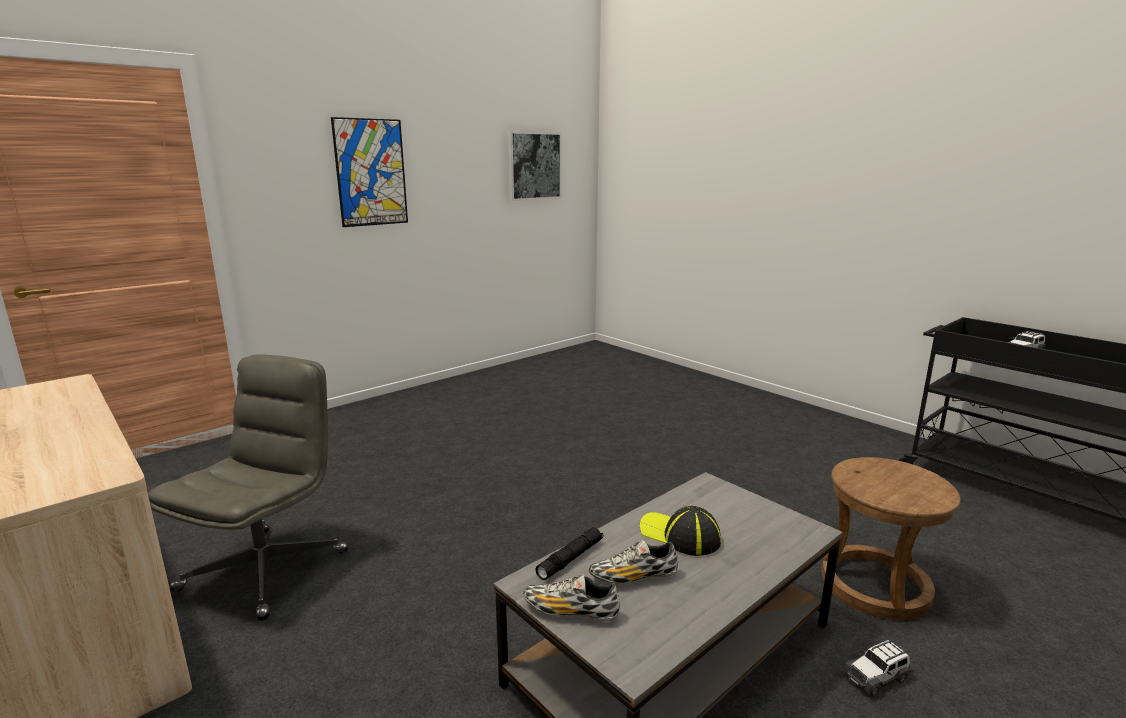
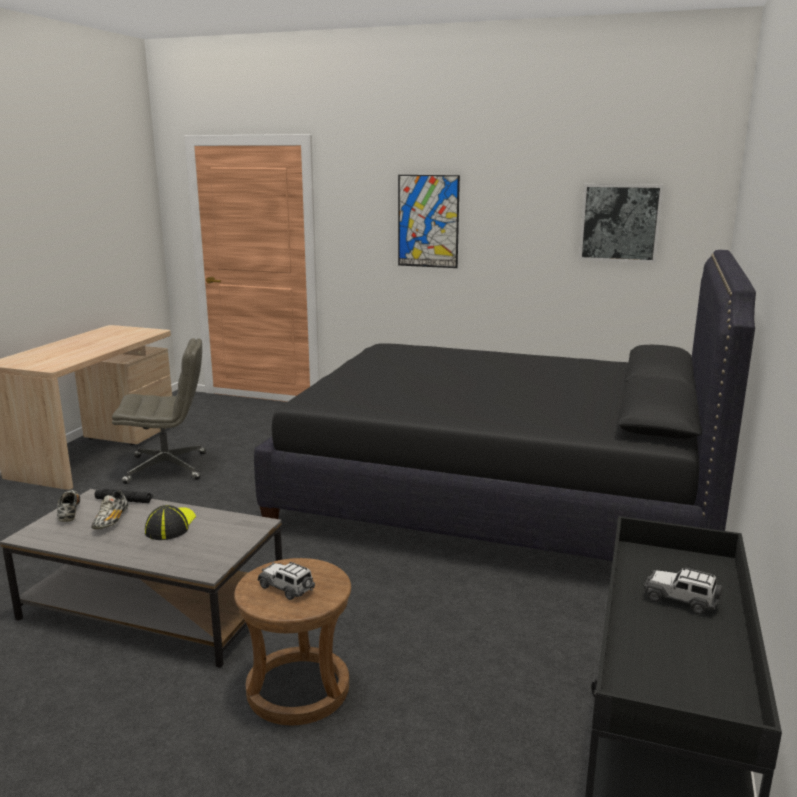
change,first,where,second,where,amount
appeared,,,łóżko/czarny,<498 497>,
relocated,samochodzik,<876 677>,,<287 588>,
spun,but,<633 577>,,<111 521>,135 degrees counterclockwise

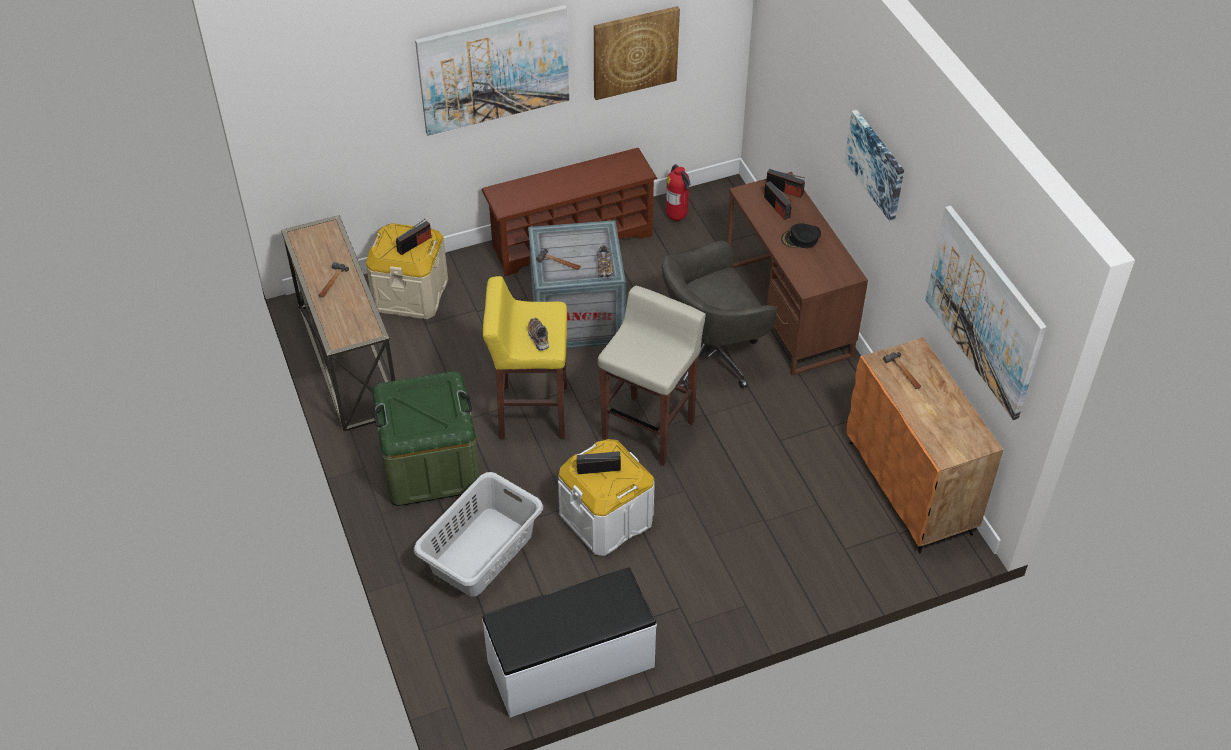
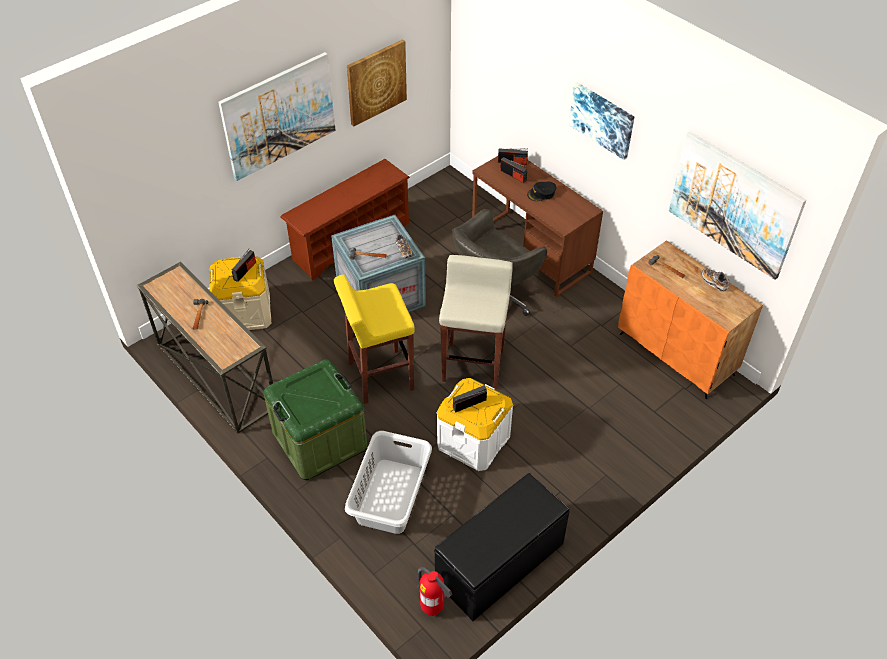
change,first,where,second,where,amount
relocated,but,<538 337>,,<714 282>,
relocated,gaśnica,<677 217>,,<433 608>,
colour,ławka/biały,<571 665>,ławka/czarny,<500 563>,

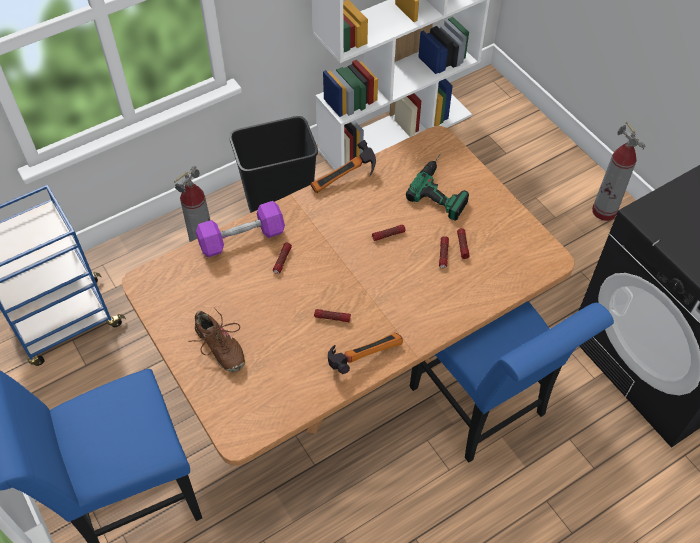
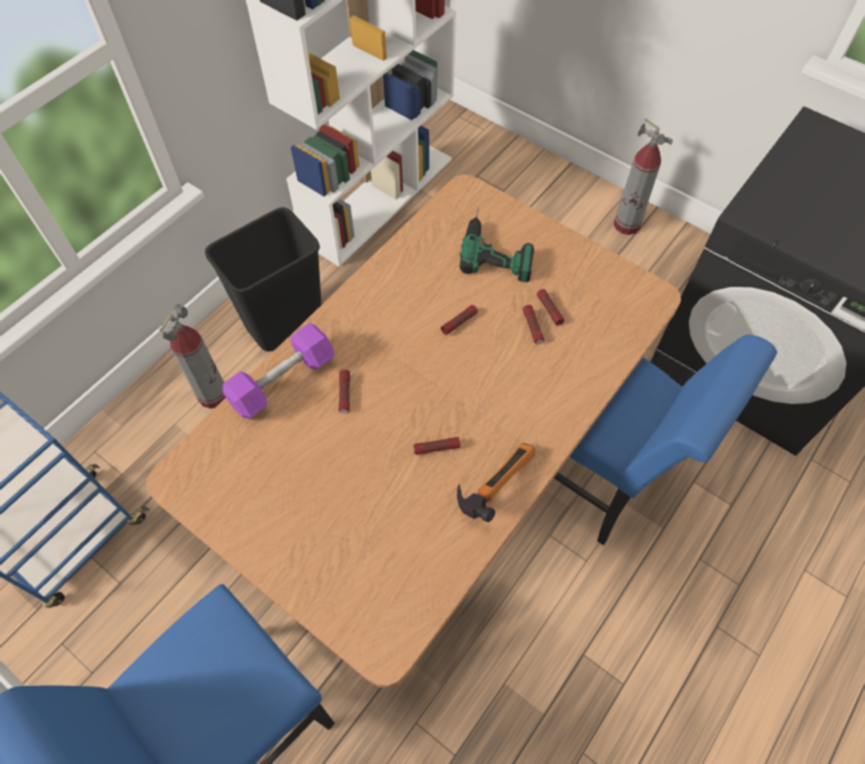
change,first,where,second,where,amount
missing,but/brązowy,<219 347>,,,
missing,młotek,<345 181>,,,

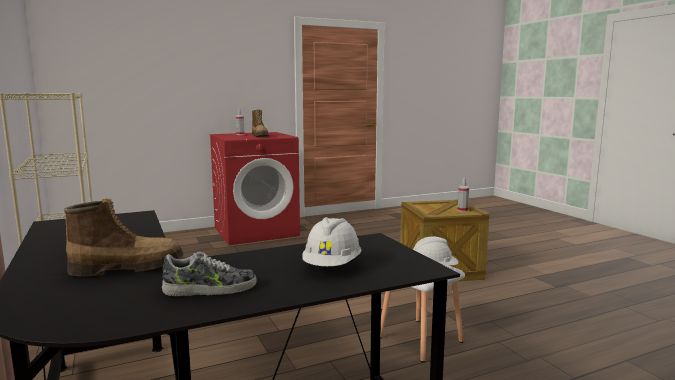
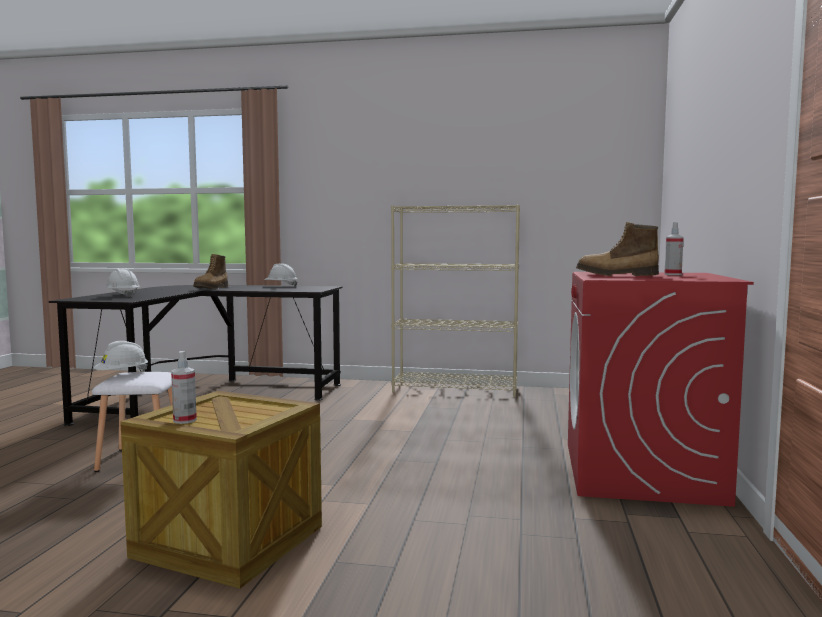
change,first,where,second,where,amount
missing,but,<210 289>,,,
appeared,,,kask/biały,<281 286>,

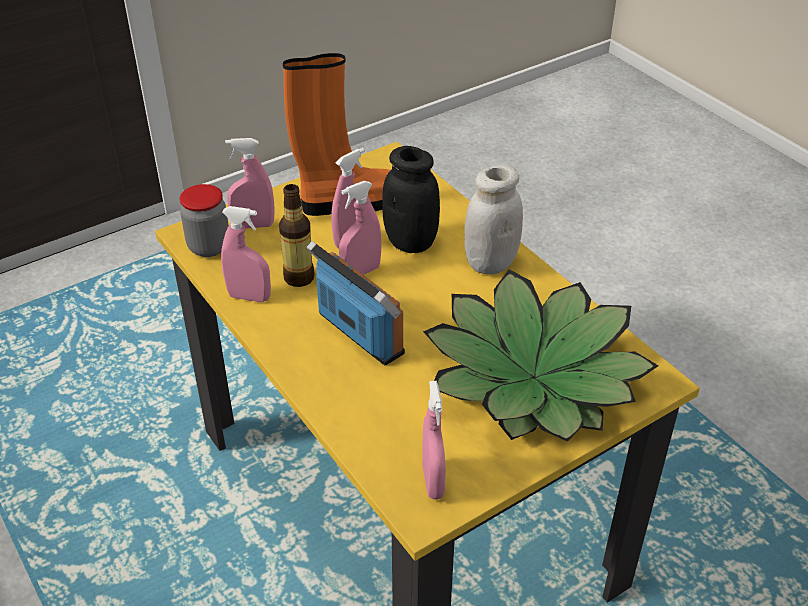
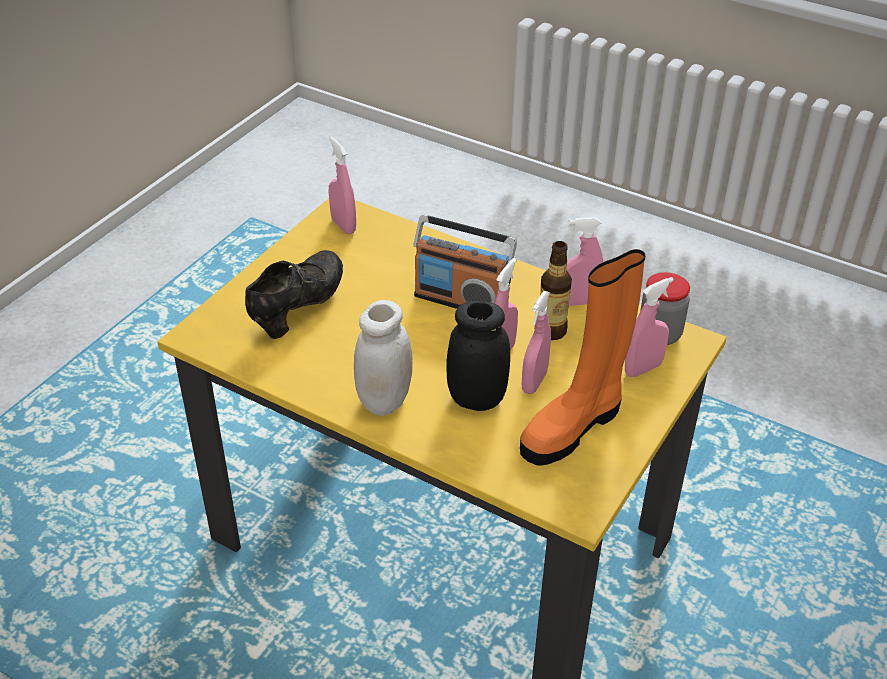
change,first,where,second,where,amount
exchanged,roślina doniczkowa,<534 377>,but/czarny,<298 308>,

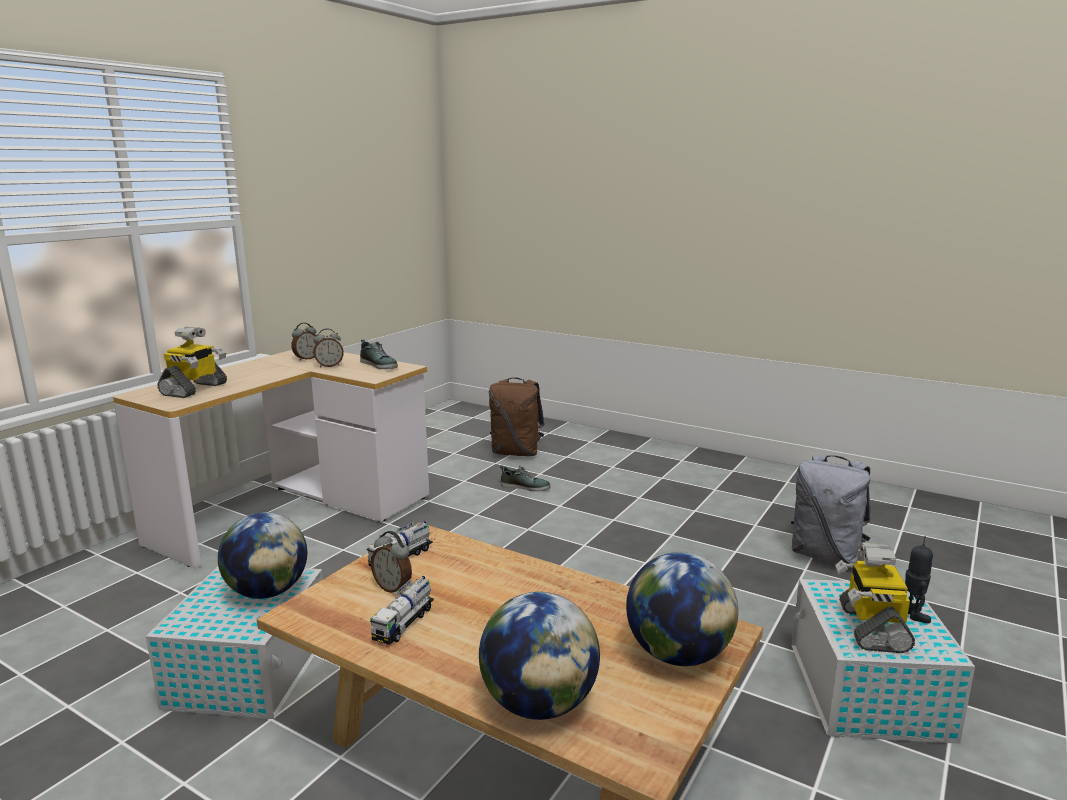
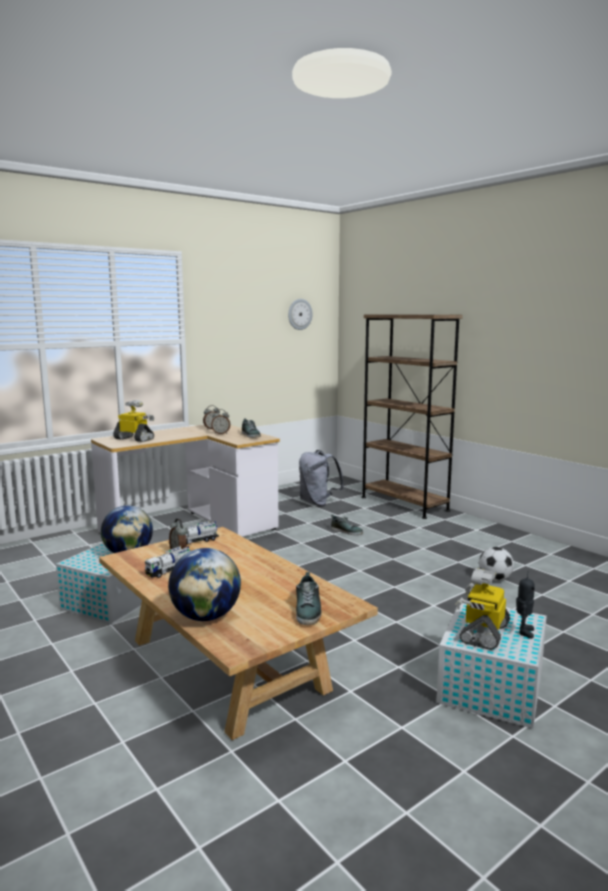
change,first,where,second,where,amount
missing,plecak/brązowy,<516 453>,,,
appeared,,,zegar ścienny,<299 314>,
appeared,,,regał/brązowy,<404 504>,
appeared,,,piłka futbolowa,<495 579>,
relocated,plecak/szary,<826 555>,,<318 503>,
exchanged,globus,<678 654>,but,<308 610>,
spun,robot zabawkowy,<195 389>,,<134 439>,105 degrees counterclockwise

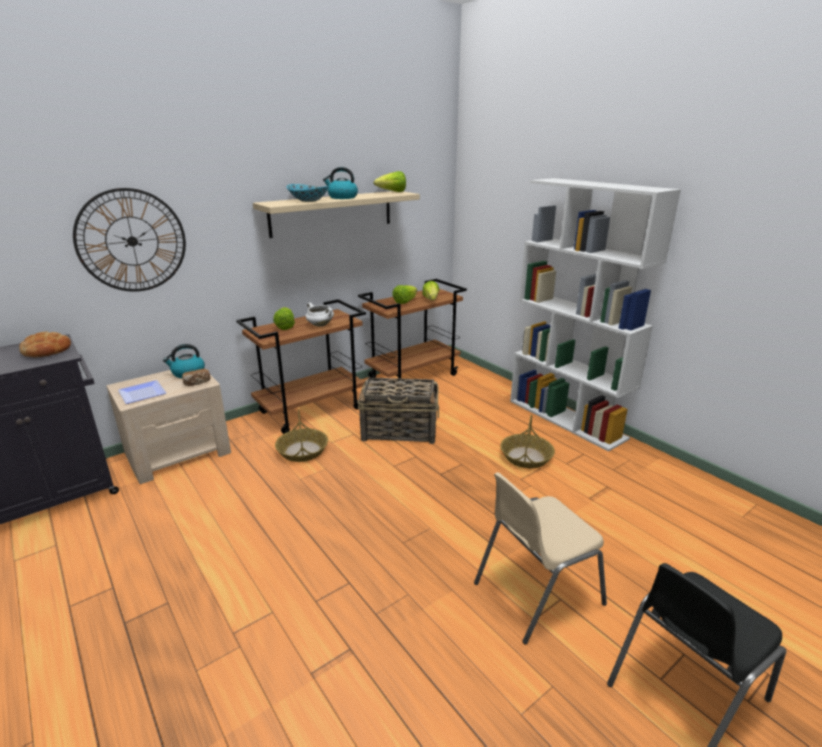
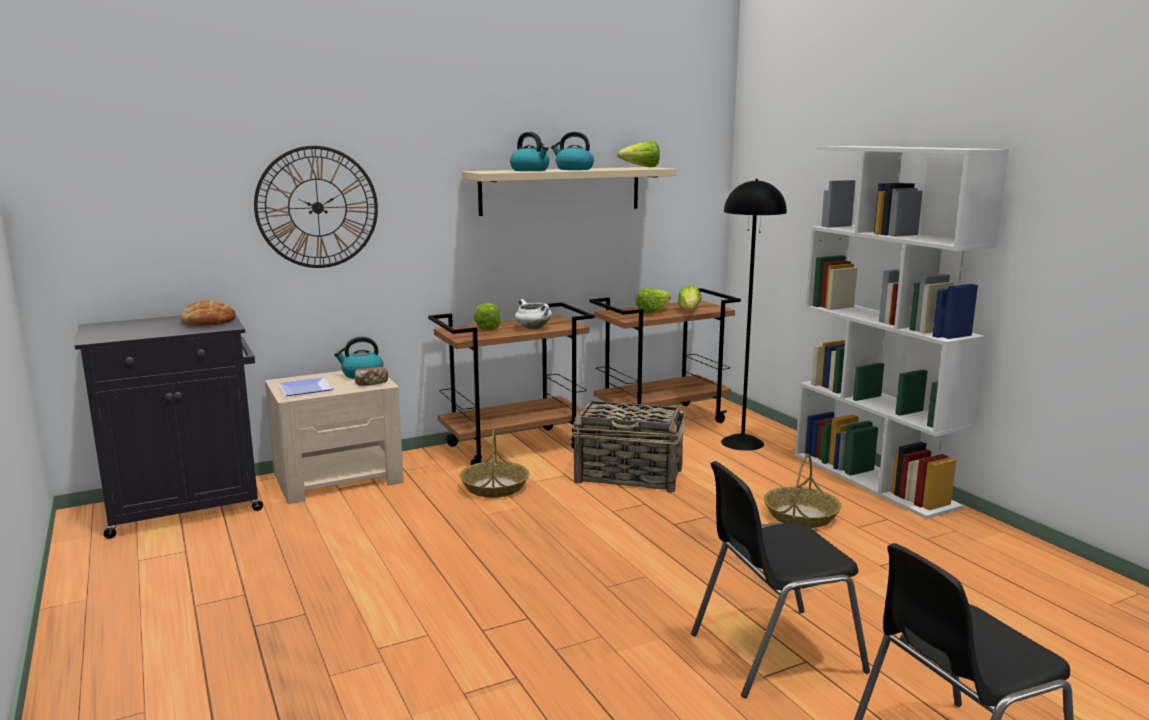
change,first,where,second,where,amount
appeared,,,lampa stojąca/czarny,<743 442>,
exchanged,miska,<309 200>,czajnik,<530 170>,
colour,krzesło/beżowy,<535 593>,krzesło/czarny,<773 652>,

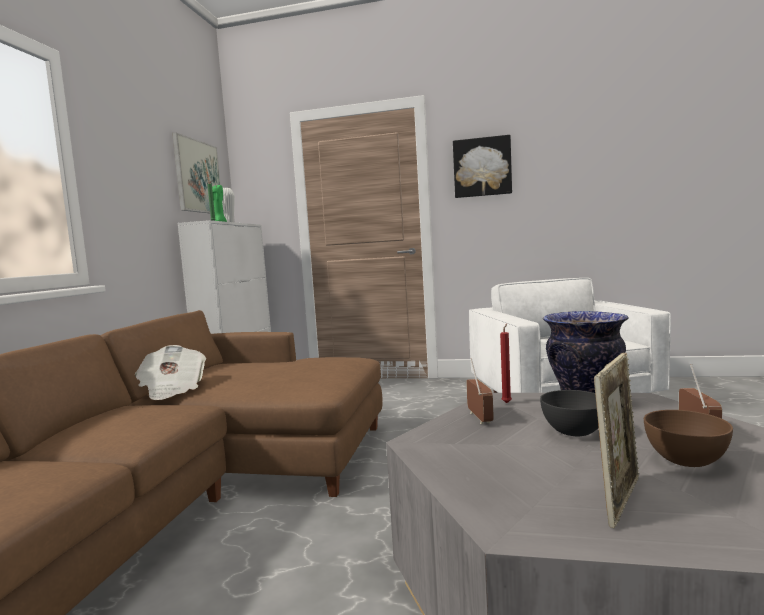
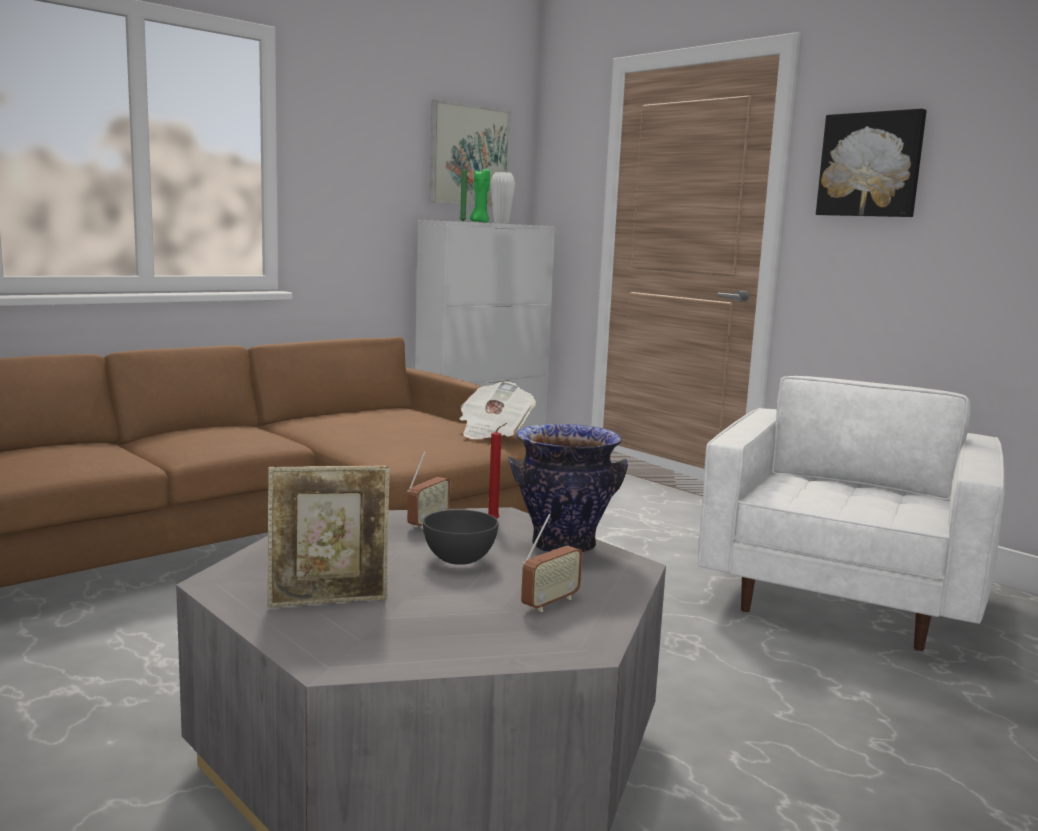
change,first,where,second,where,amount
missing,miska/brązowy,<686 460>,,,
relocated,gazeta,<172 389>,,<493 432>,

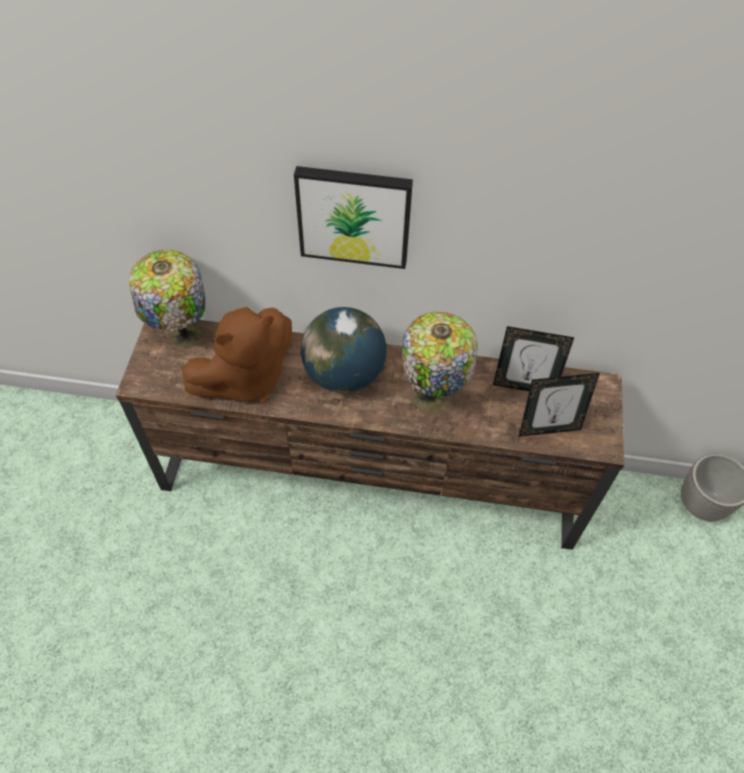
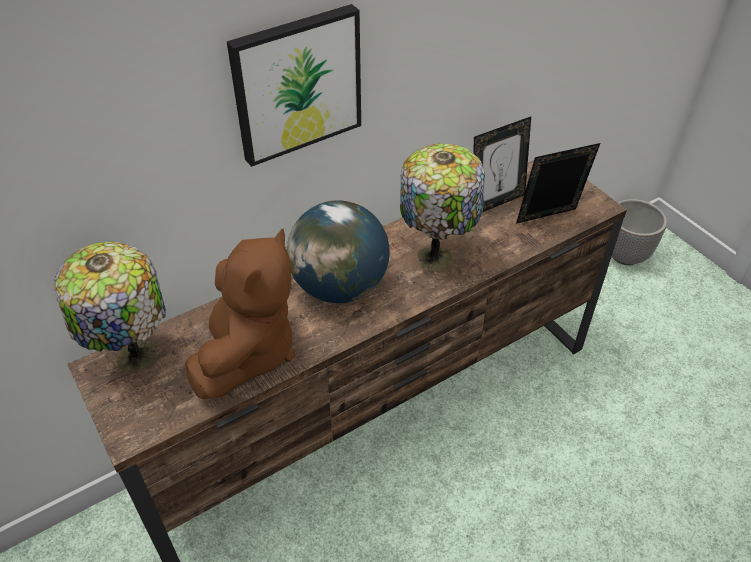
change,first,where,second,where,amount
spun,ramka na zdjęcie,<548 428>,,<548 219>,150 degrees counterclockwise

